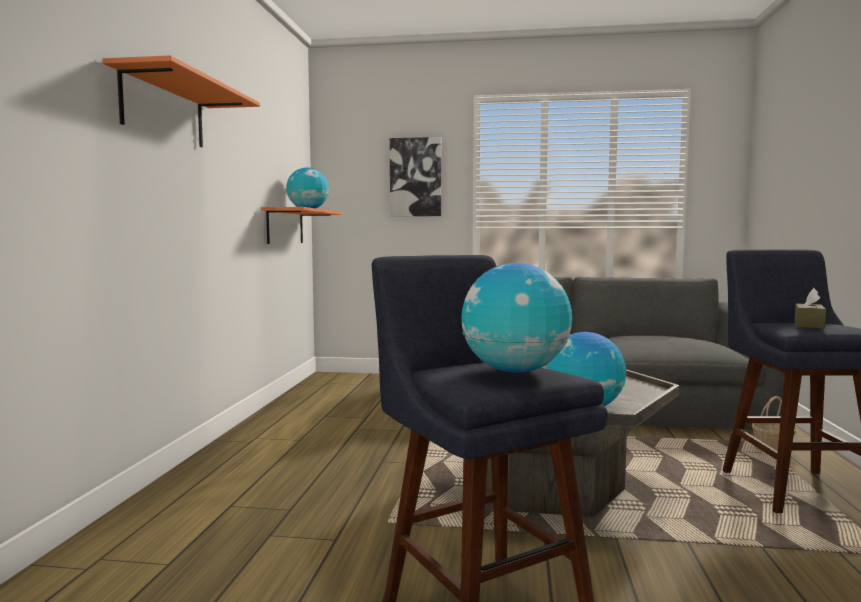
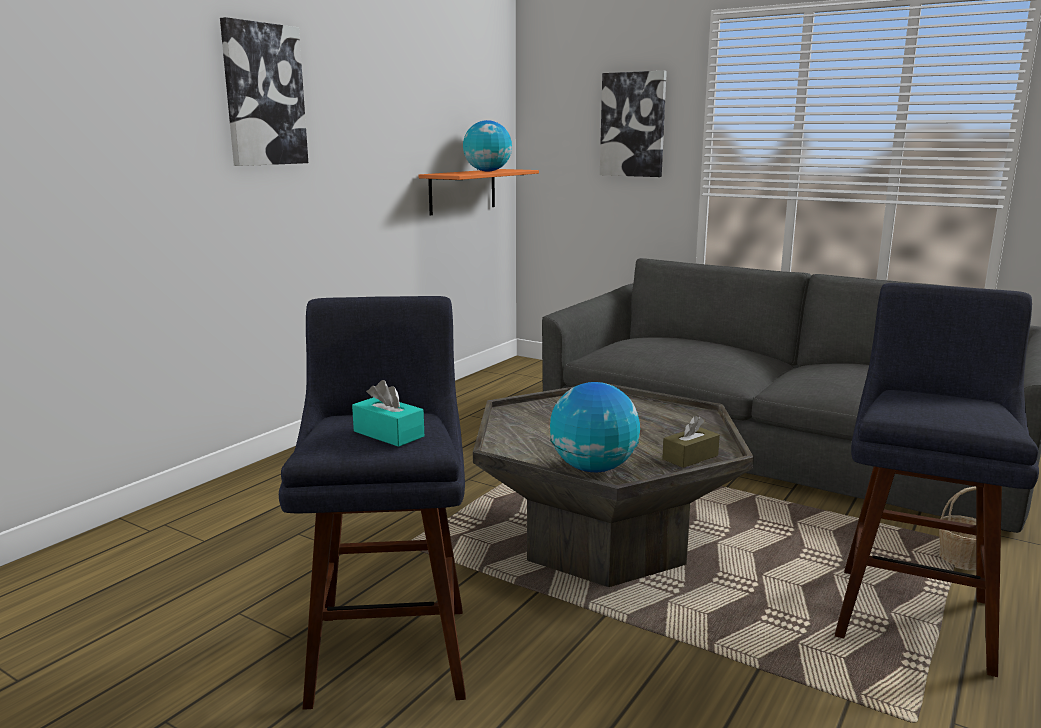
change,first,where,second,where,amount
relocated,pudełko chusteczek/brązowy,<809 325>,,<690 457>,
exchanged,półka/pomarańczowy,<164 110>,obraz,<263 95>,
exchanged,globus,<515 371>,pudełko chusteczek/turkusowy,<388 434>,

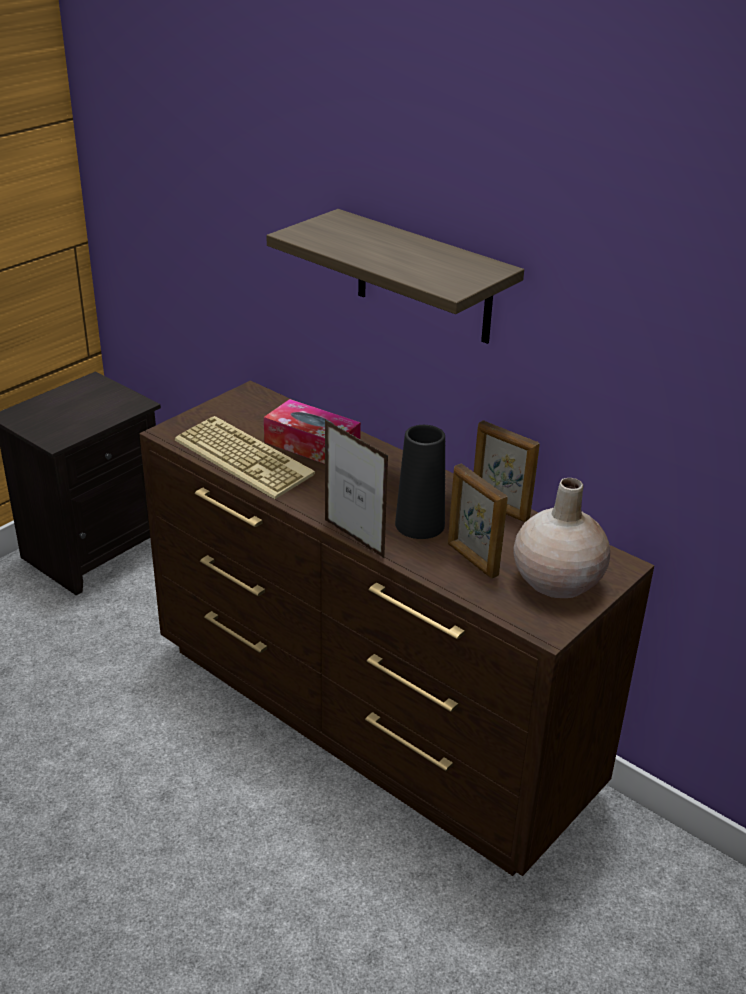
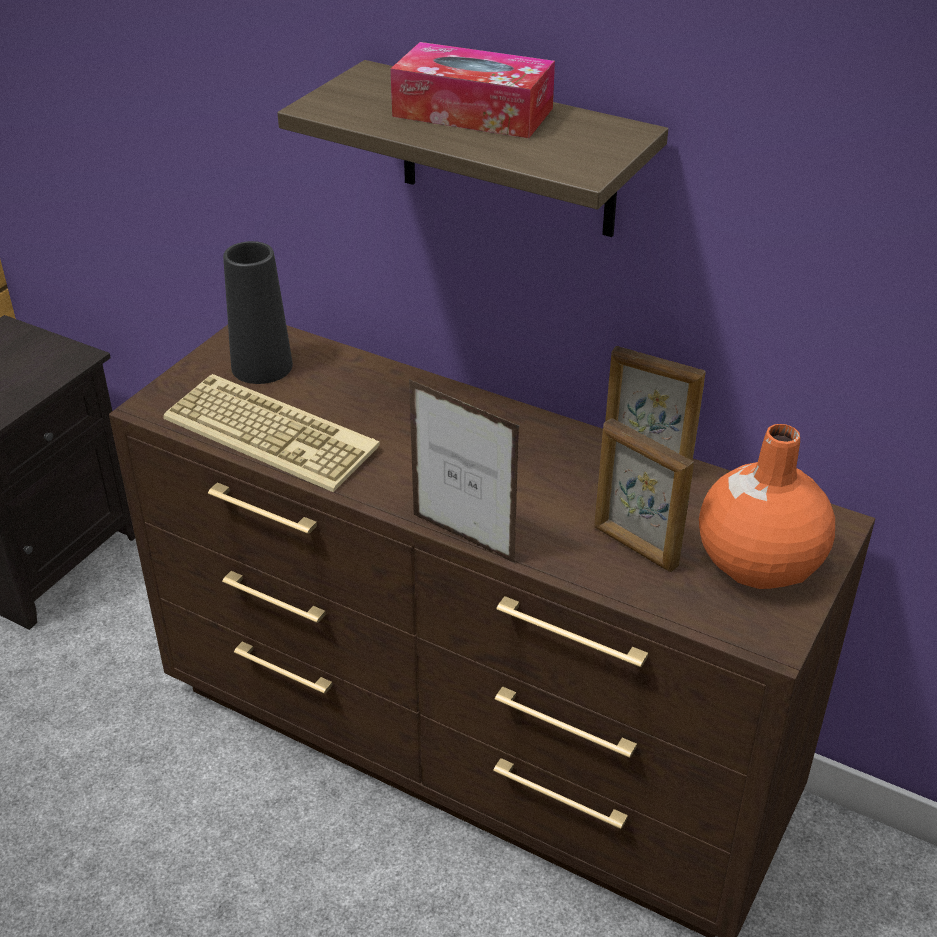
change,first,where,second,where,amount
relocated,pudełko chusteczek,<312 445>,,<473 112>,
relocated,wazon/czarny,<419 524>,,<262 366>,
colour,wazon/beżowy,<557 581>,wazon/pomarańczowy,<758 562>,

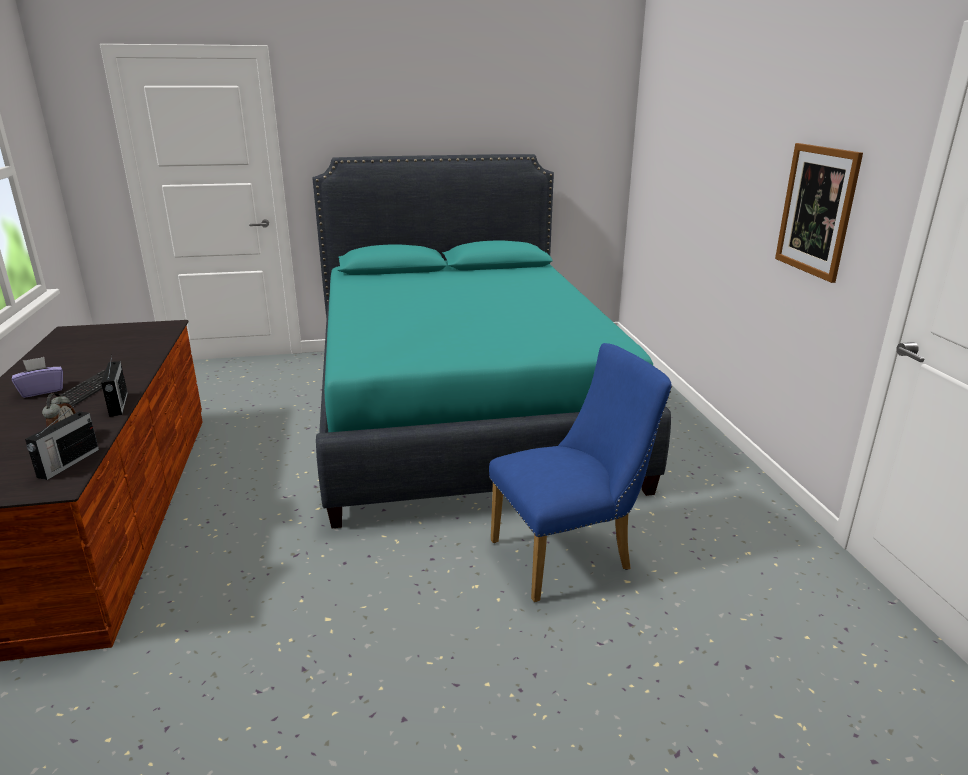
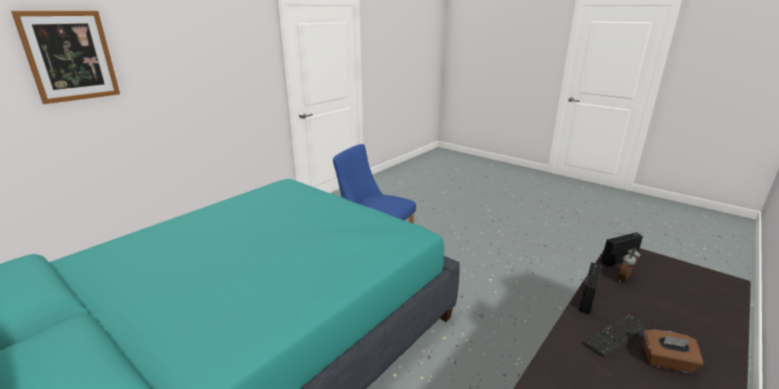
change,first,where,second,where,amount
relocated,obraz,<816 210>,,<70 56>,
colour,pudełko chusteczek/fioletowy,<42 390>,pudełko chusteczek/brązowy,<667 362>,

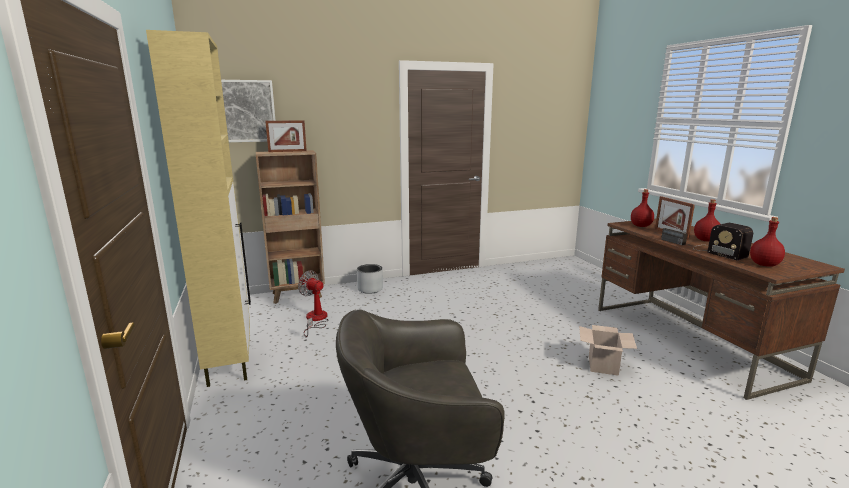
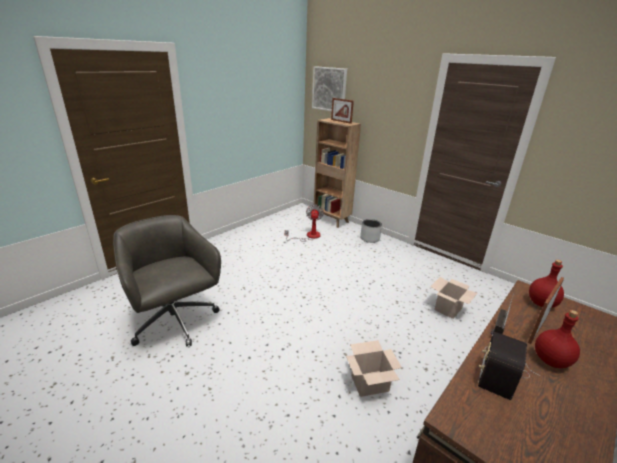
change,first,where,second,where,amount
missing,szafka/beżowy,<230 360>,,,
missing,butelka/czerwony,<764 264>,,,
appeared,,,karton,<448 309>,

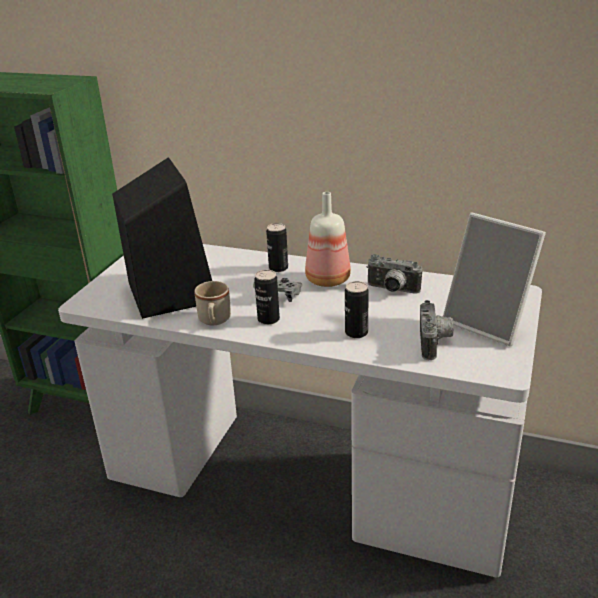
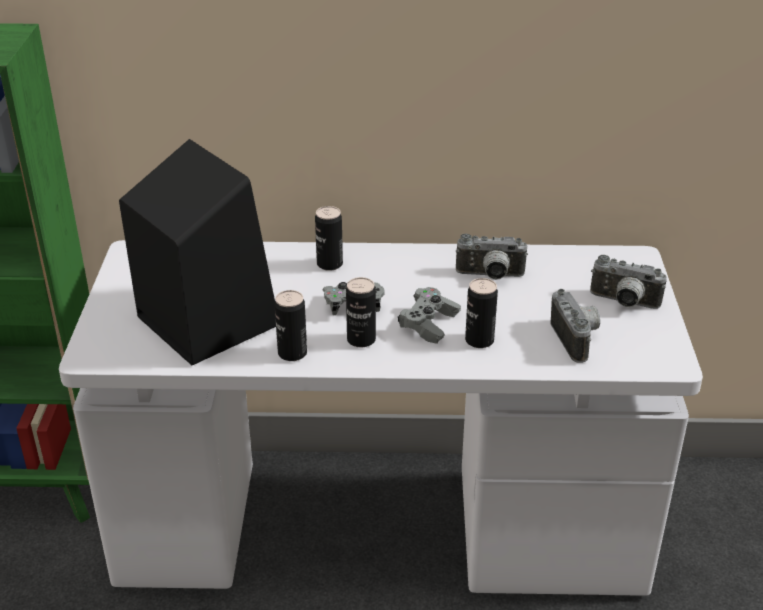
change,first,where,second,where,amount
missing,butelka,<327 280>,,,
appeared,,,pad do gier/szary,<429 324>,
exchanged,kubek/beżowy,<214 321>,puszka,<292 353>,
exchanged,ramka na zdjęcie,<489 323>,aparat fotograficzny,<623 303>,

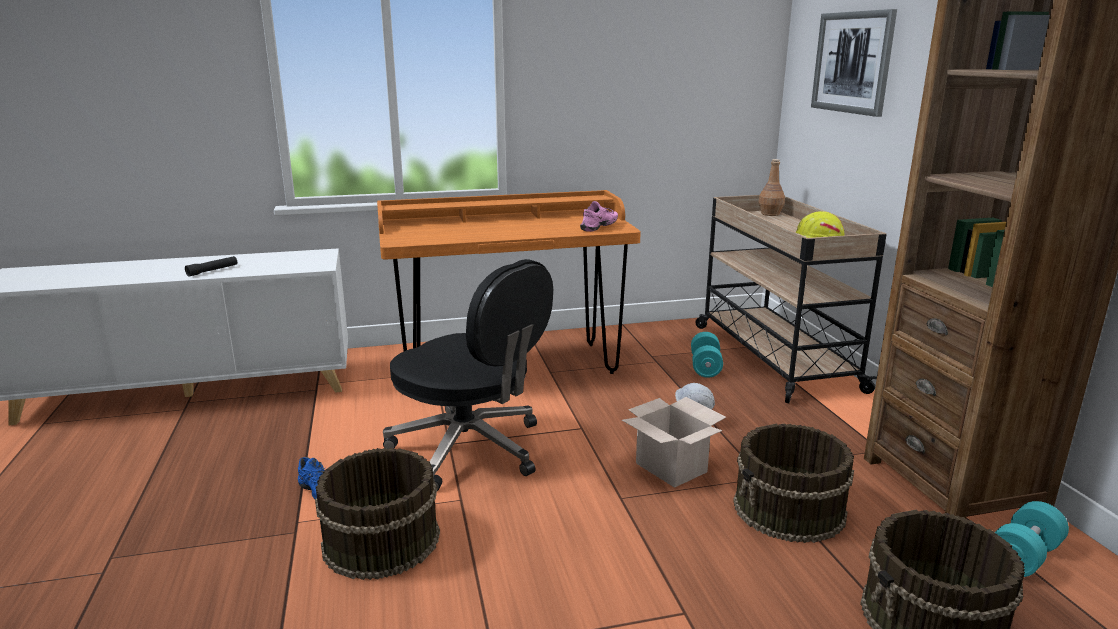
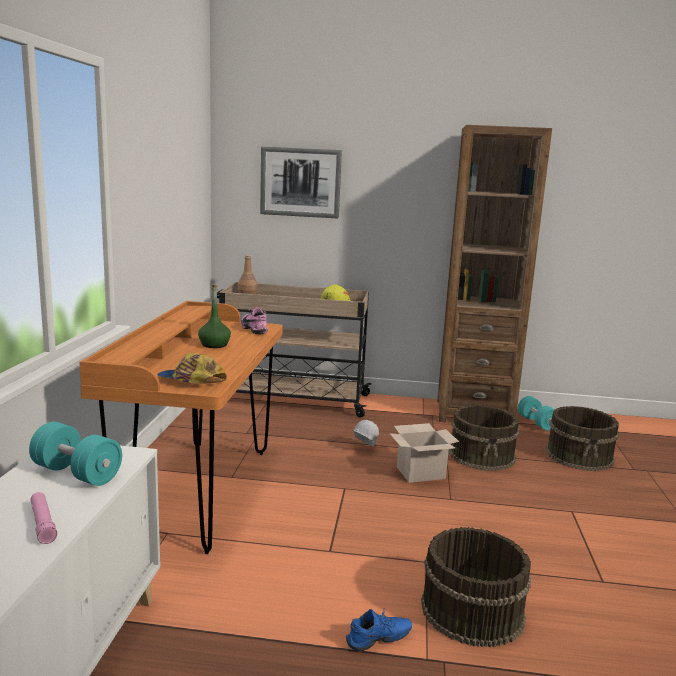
change,first,where,second,where,amount
missing,krzesło biurowe/czarny,<470 449>,,,
appeared,,,czapka z daszkiem,<190 380>,
appeared,,,butelka/zielony,<214 345>,
relocated,hantel/turkusowy,<705 367>,,<77 473>,
colour,latarka/czarny,<212 270>,latarka/różowy,<43 523>,

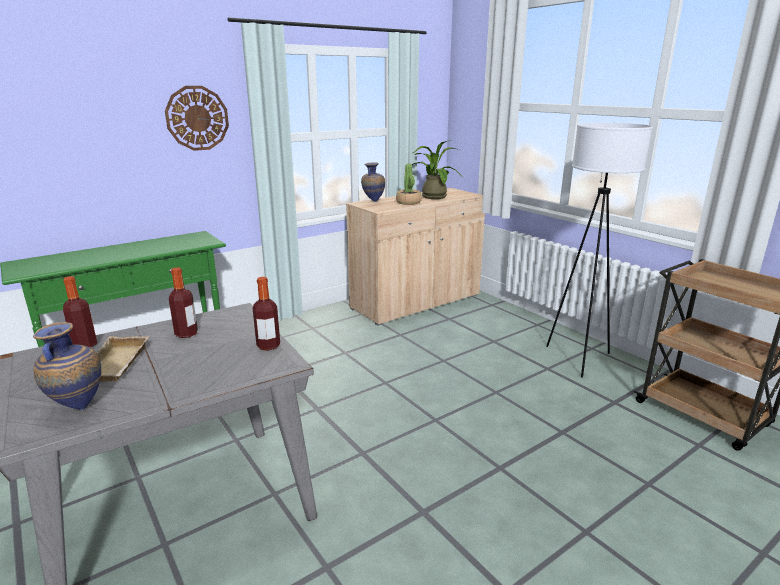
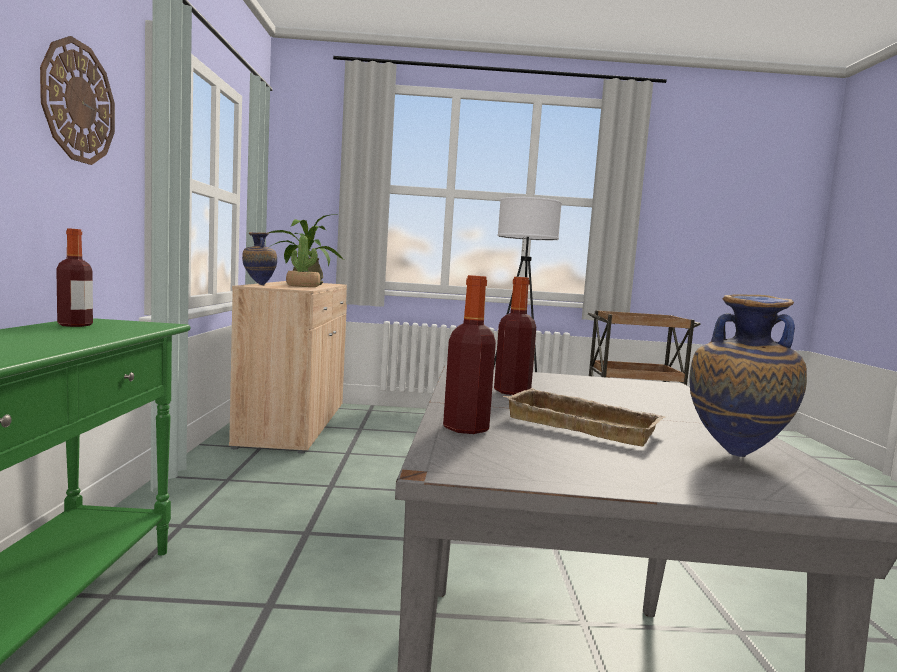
change,first,where,second,where,amount
relocated,butelka,<268 346>,,<75 325>,

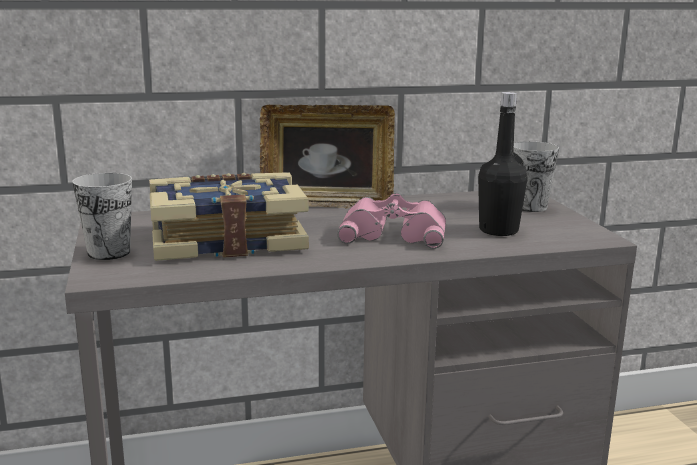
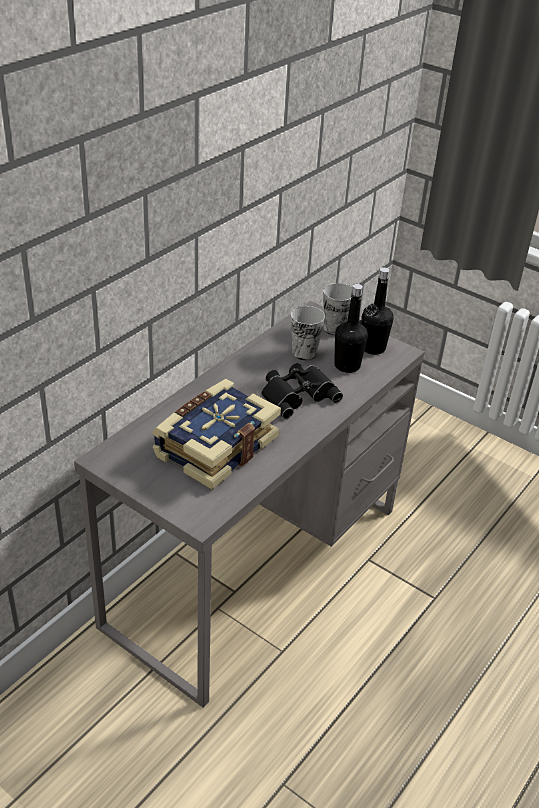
change,first,where,second,where,amount
missing,ramka na zdjęcie,<327 204>,,,
appeared,,,butelka/czarny,<372 348>,
relocated,filiżanka,<109 253>,,<304 353>,
colour,lornetka/różowy,<394 233>,lornetka/czarny,<297 394>,

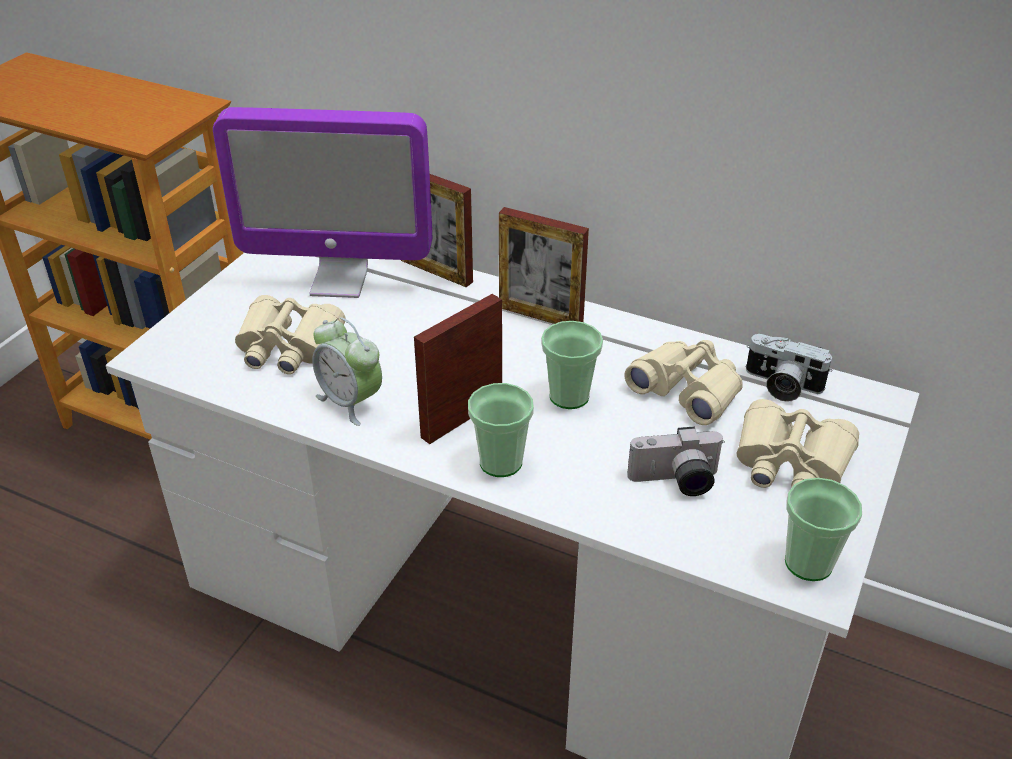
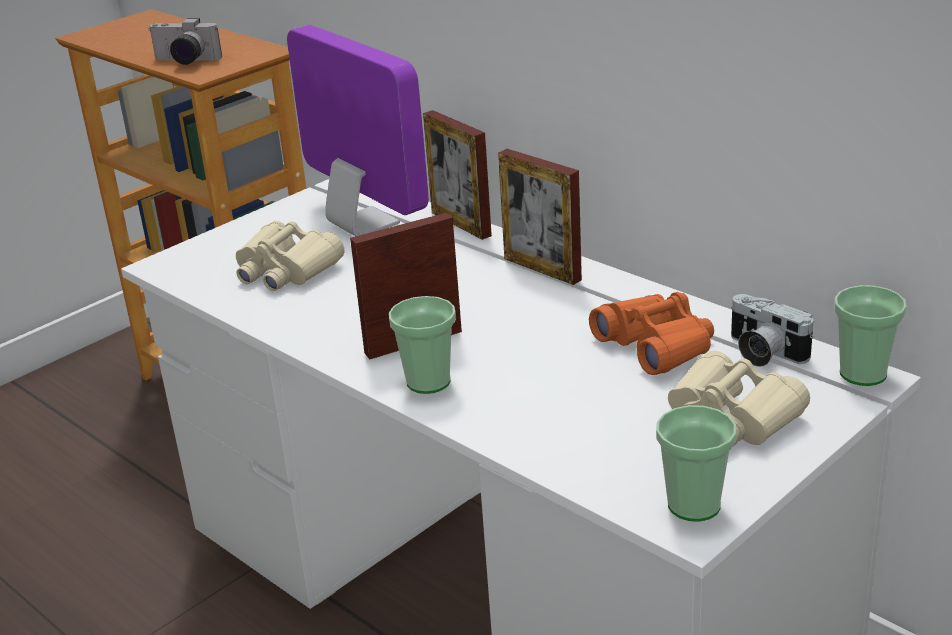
change,first,where,second,where,amount
missing,budzik,<350 401>,,,
relocated,filiżanka,<569 396>,,<863 373>,
relocated,aparat fotograficzny,<675 482>,,<184 61>,
colour,lornetka/beżowy,<687 390>,lornetka/pomarańczowy,<656 345>,
spun,monitor,<339 281>,,<363 224>,150 degrees counterclockwise

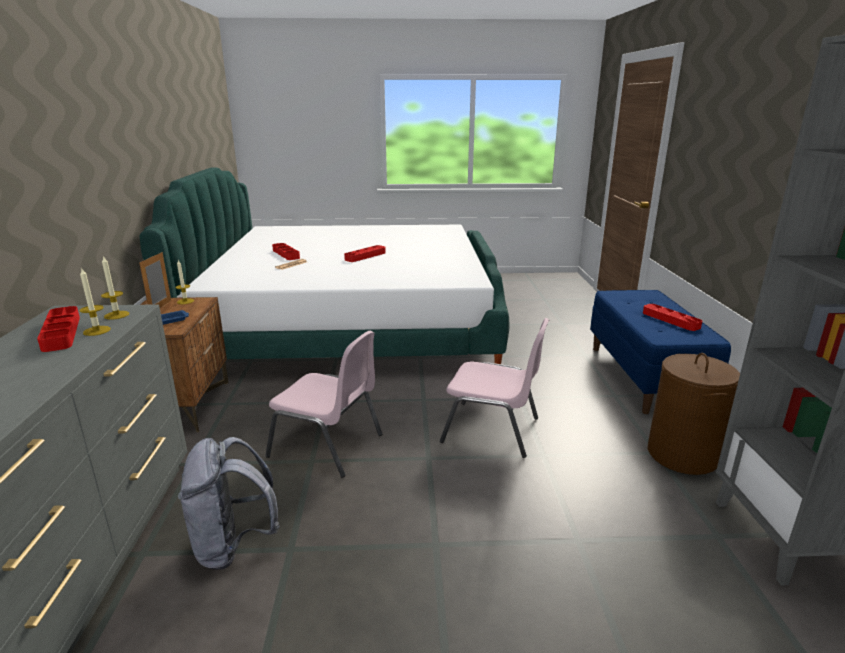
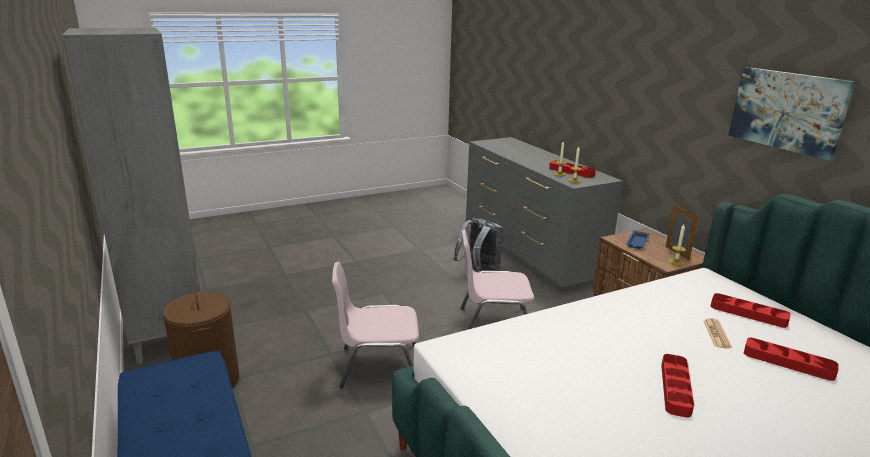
change,first,where,second,where,amount
appeared,,,obraz,<787 110>,
relocated,taca/czerwony,<670 320>,,<748 313>,

